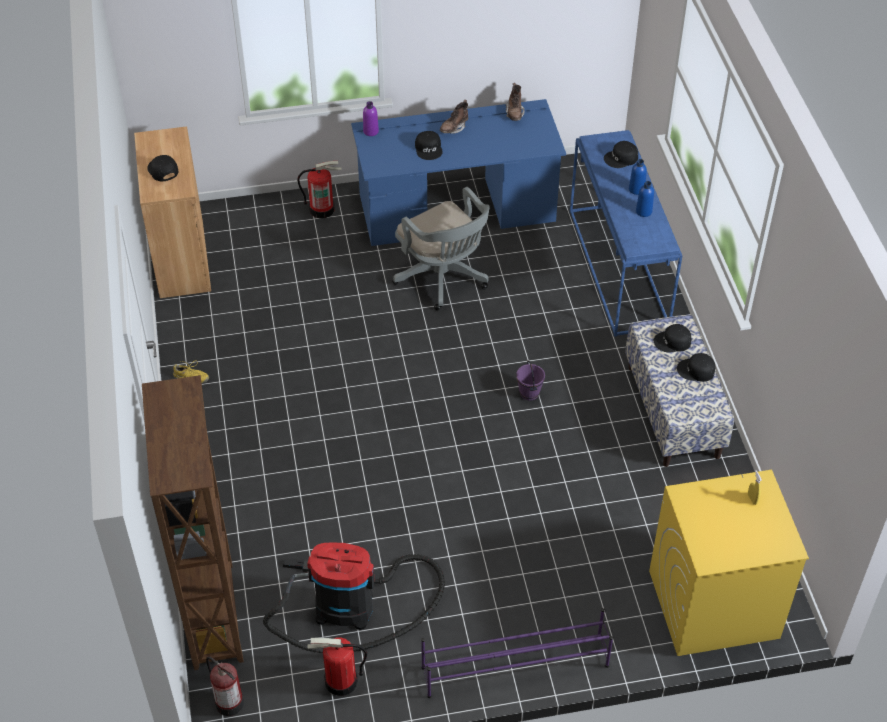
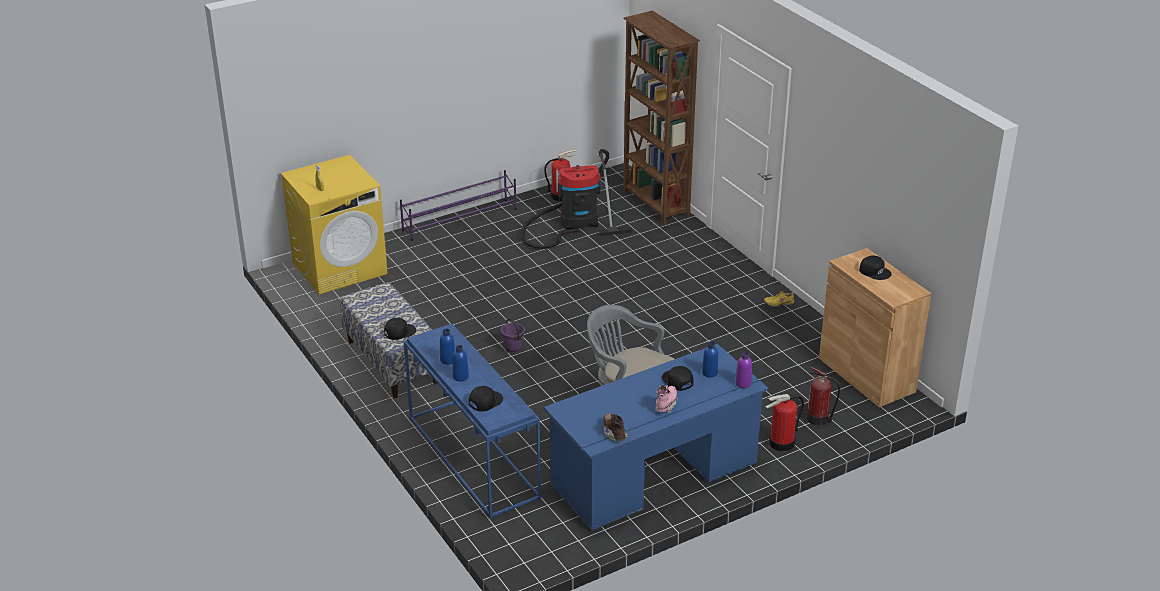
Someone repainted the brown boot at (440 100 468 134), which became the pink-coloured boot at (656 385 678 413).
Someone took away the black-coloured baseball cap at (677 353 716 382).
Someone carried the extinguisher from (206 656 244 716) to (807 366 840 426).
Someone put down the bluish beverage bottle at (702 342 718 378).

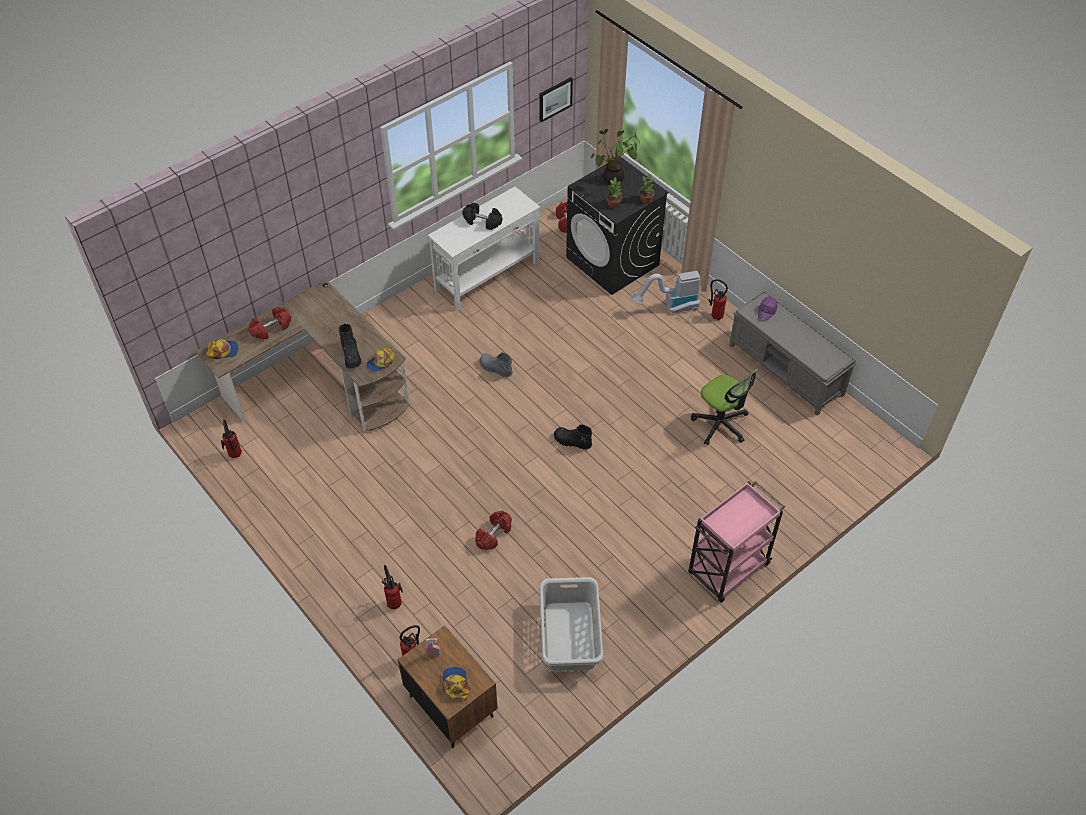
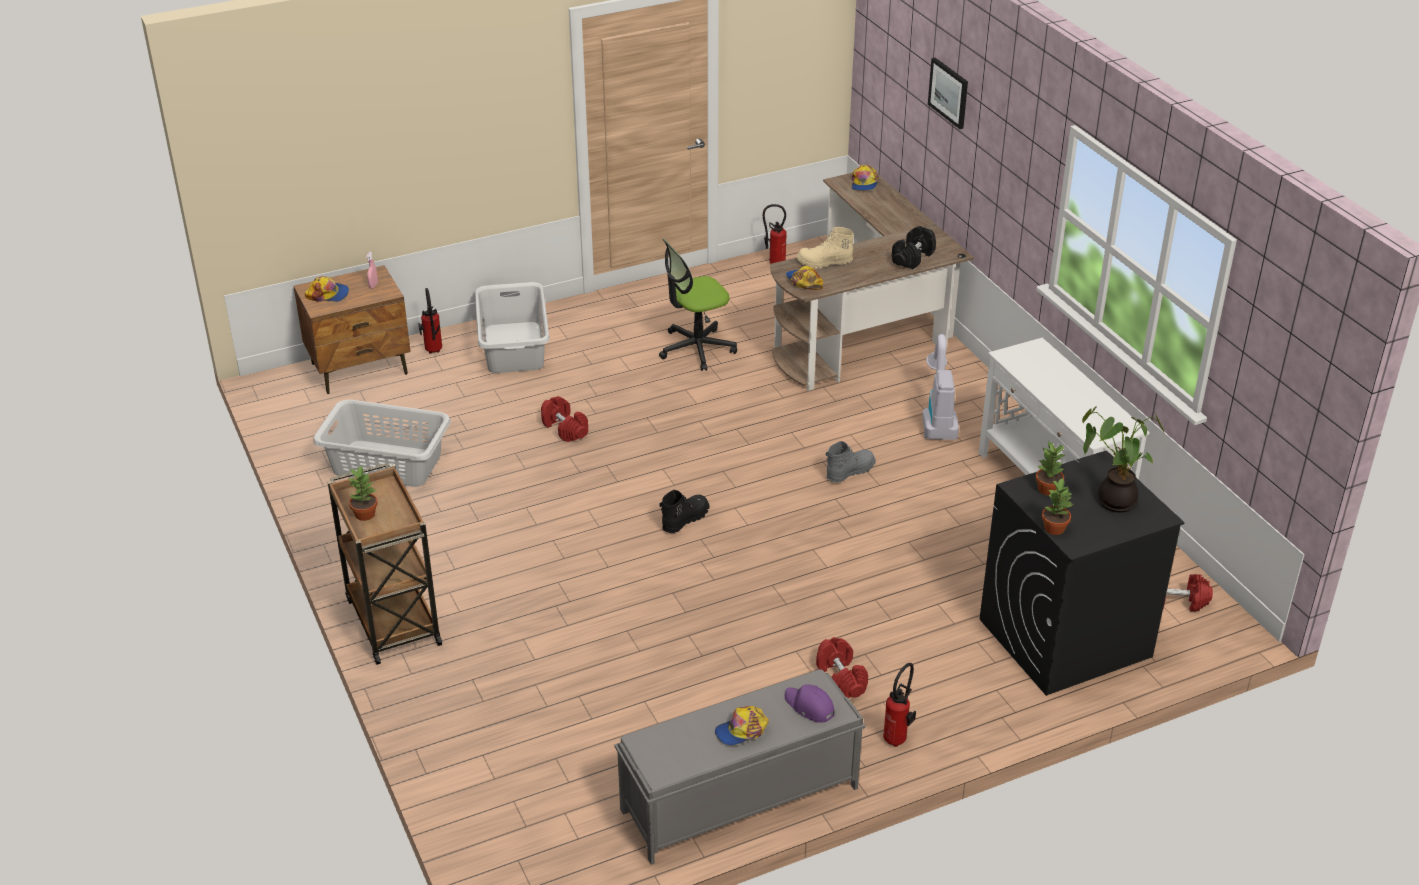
Someone carried the wall art from (539 77 573 122) to (928 58 968 129).
Someone carried the black-coloured hand weight from (462 203 503 230) to (892 226 936 269).
Someone carried the vacuum cleaner from (631 271 701 314) to (922 334 959 440).
Someone carried the red-coloured hand weight from (248 307 291 340) to (816 637 868 698).
Someone repainted the black-coloured boot at (338 324 361 368), which became the beige boot at (797 227 854 269).
Someone carried the computer chair from (691 369 758 445) to (659 238 737 371).
Someone repainted the pink-coloured trolley at (688 481 785 603), which became the brown trolley at (328 463 442 665).
Someone swapped the extinguisher at (382 565 403 609) for the greyish washing basket at (475 282 550 373).
Someone put down the potted plant at (348 466 378 521).
Someone put down the baseball cap at (715 706 769 746).

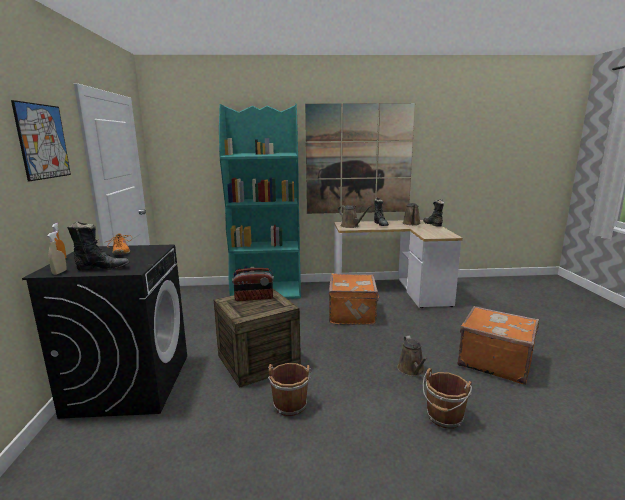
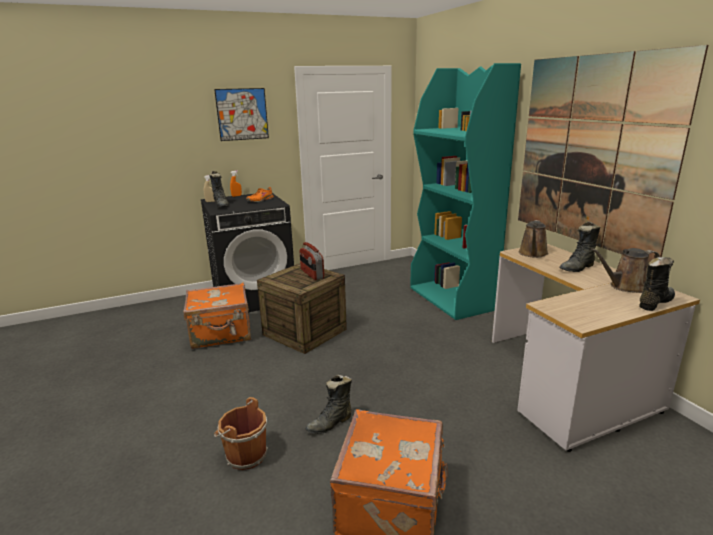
Someone carried the orangey suitcase from (329 273 379 325) to (183 282 251 349).
Someone swapped the brown sprinkling can at (397 336 428 376) for the black-coloured boot at (305 374 352 434).
Someone took away the brown water bucket at (268 363 312 416).

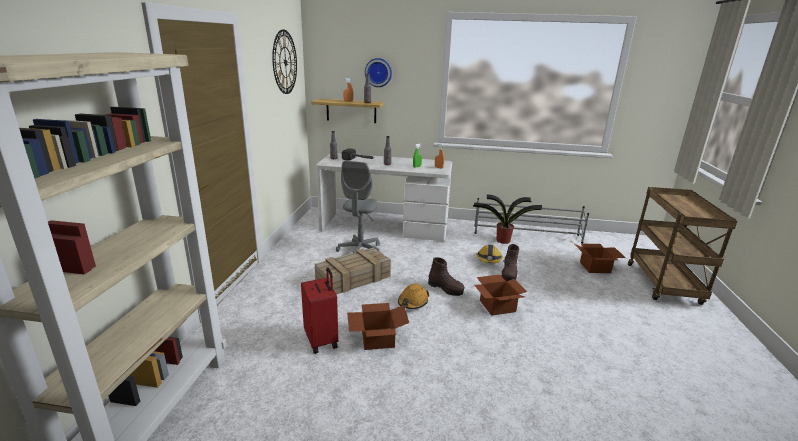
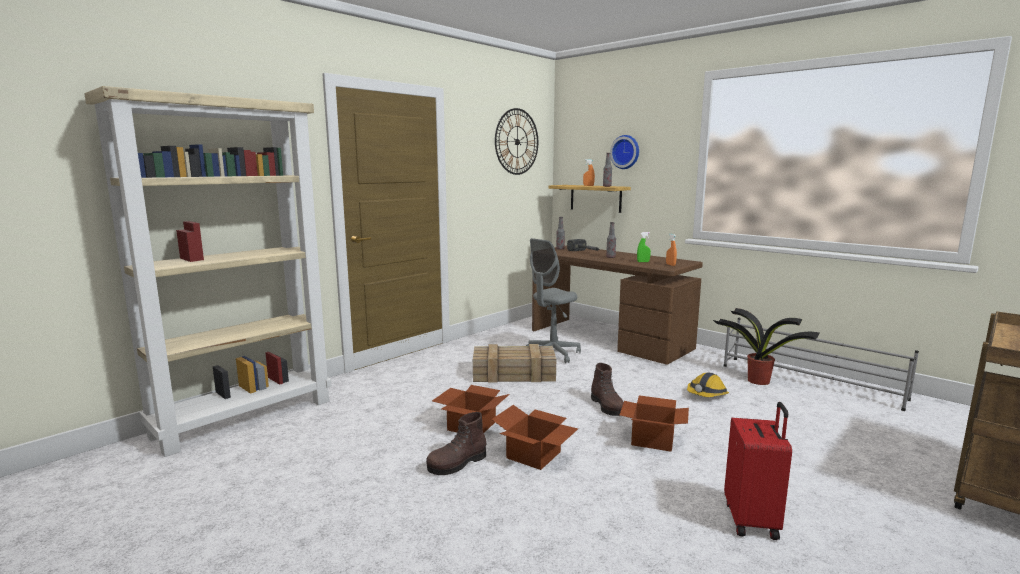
Someone repainted the white desk table at (316 153 452 241), which became the brown desk table at (532 246 703 364).
Someone carried the brown boot from (502 244 519 281) to (426 412 487 475).
Someone carried the cardboard box from (575 244 626 273) to (491 405 578 470).
Someone carried the red-coloured suitcase from (301 267 338 354) to (724 402 792 540).
Someone took away the orangey work helmet at (398 284 429 309).

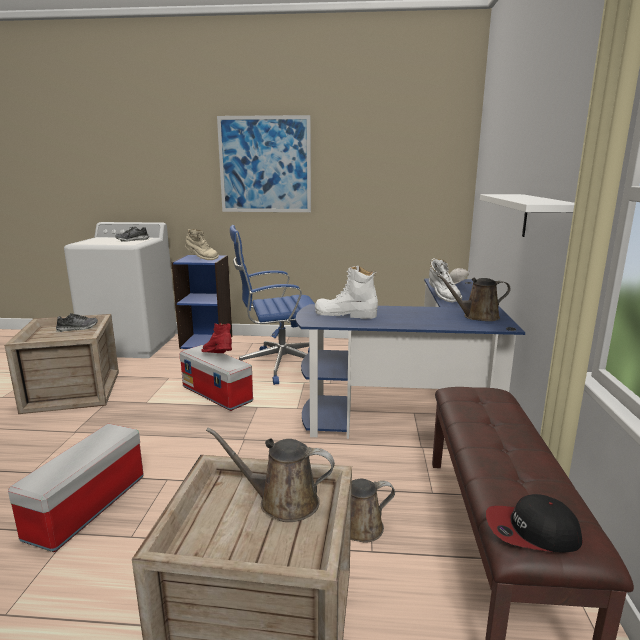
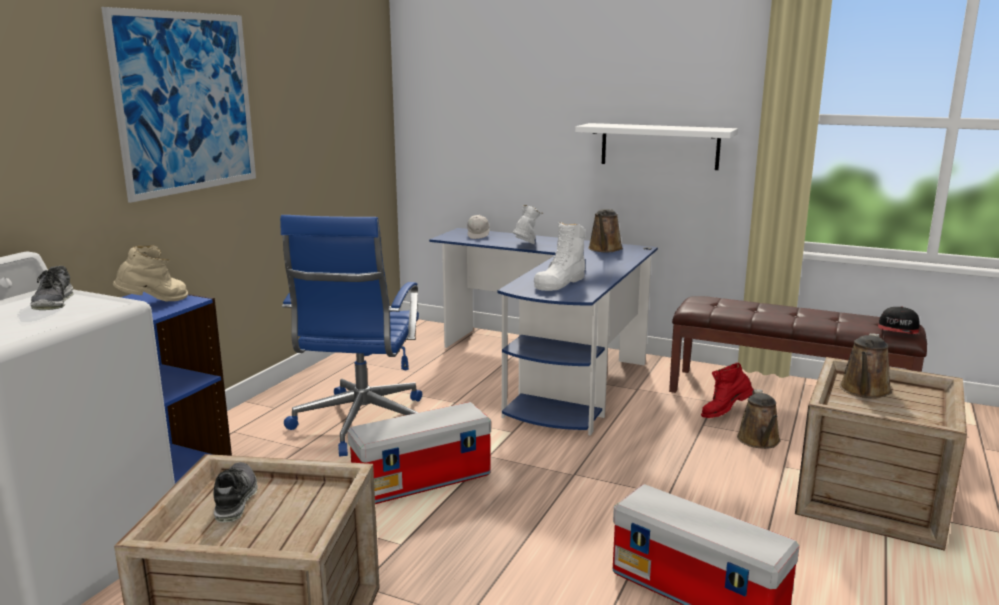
Someone rotated the white boot at (429 259 462 303) by 75 degrees counterclockwise.
Someone carried the red-coloured boot from (201 323 232 353) to (701 363 754 418).

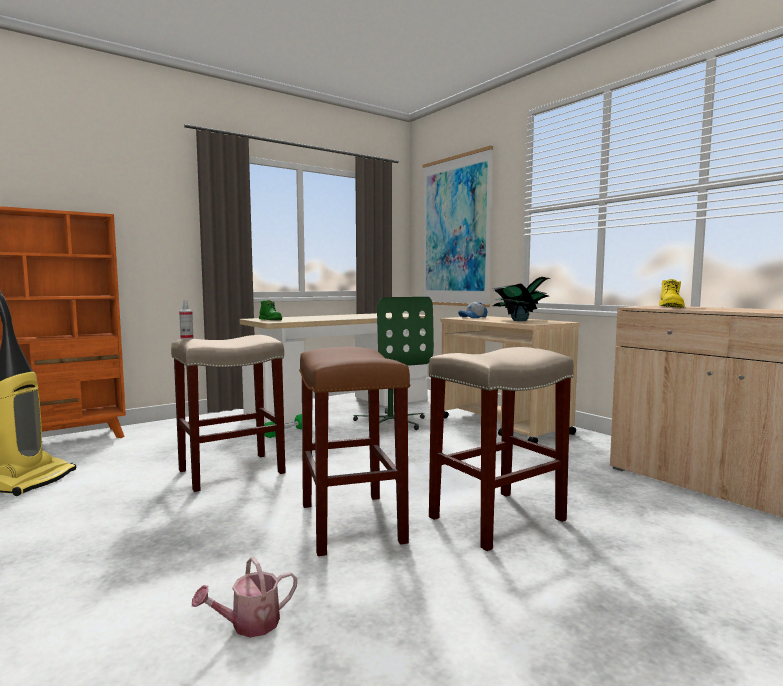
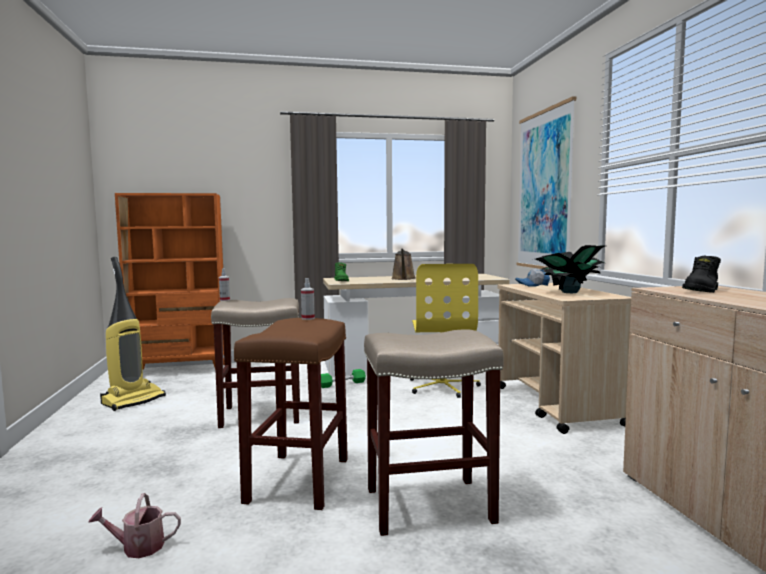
Someone repainted the yellow-coloured boot at (659 279 685 308), which became the black-coloured boot at (682 256 721 293).
Someone repainted the green computer chair at (353 297 434 430), which became the yellow-coloured computer chair at (410 264 481 398).
Someone put down the brown sprinkling can at (391 249 415 280).
Someone put down the sprayer at (301 278 315 320).

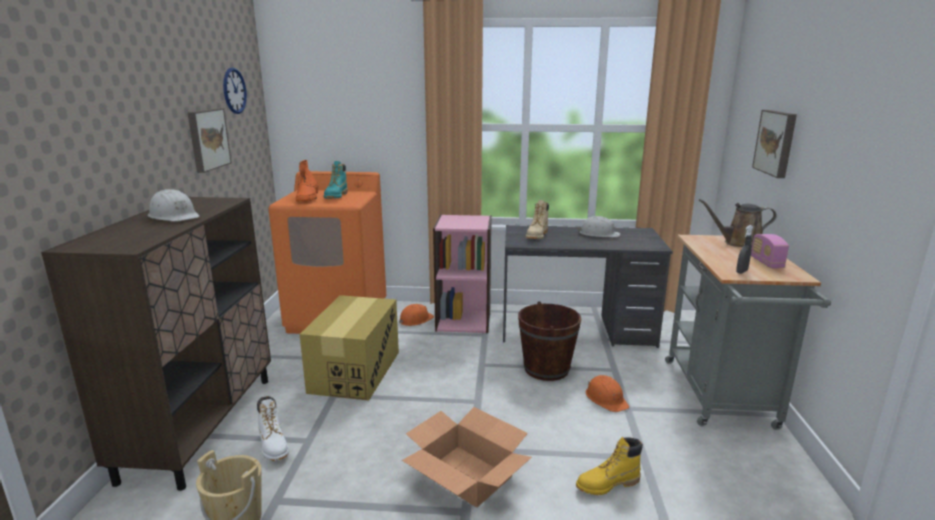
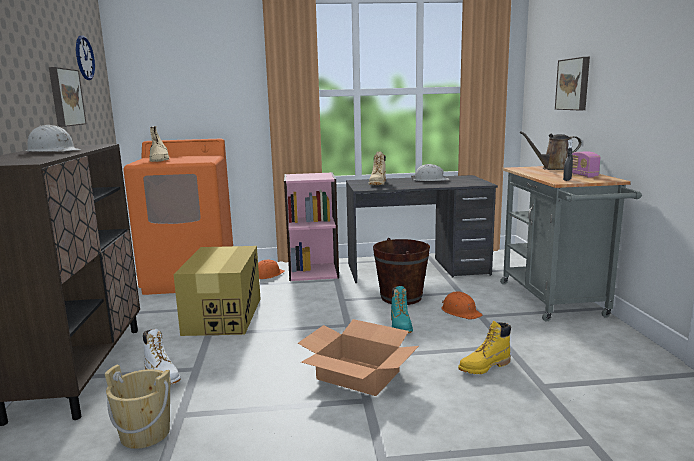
Someone repainted the orangey boot at (296 160 318 202), which became the beige boot at (149 126 170 162).
Someone carried the turquoise-coloured boot from (324 161 348 199) to (391 286 413 333).

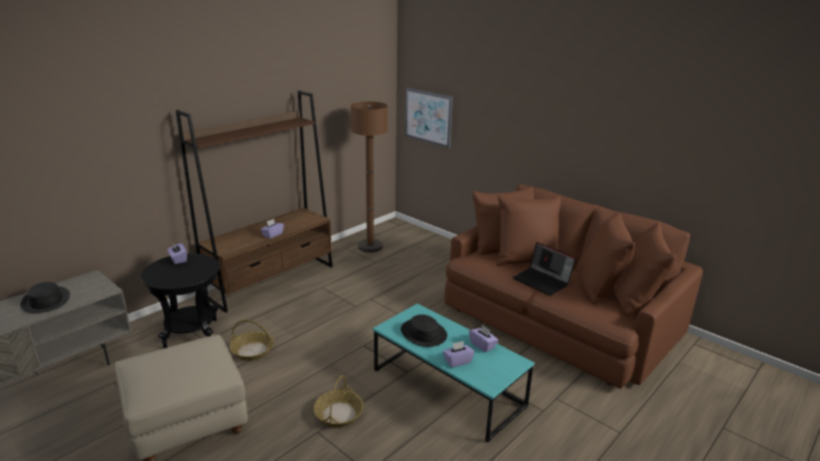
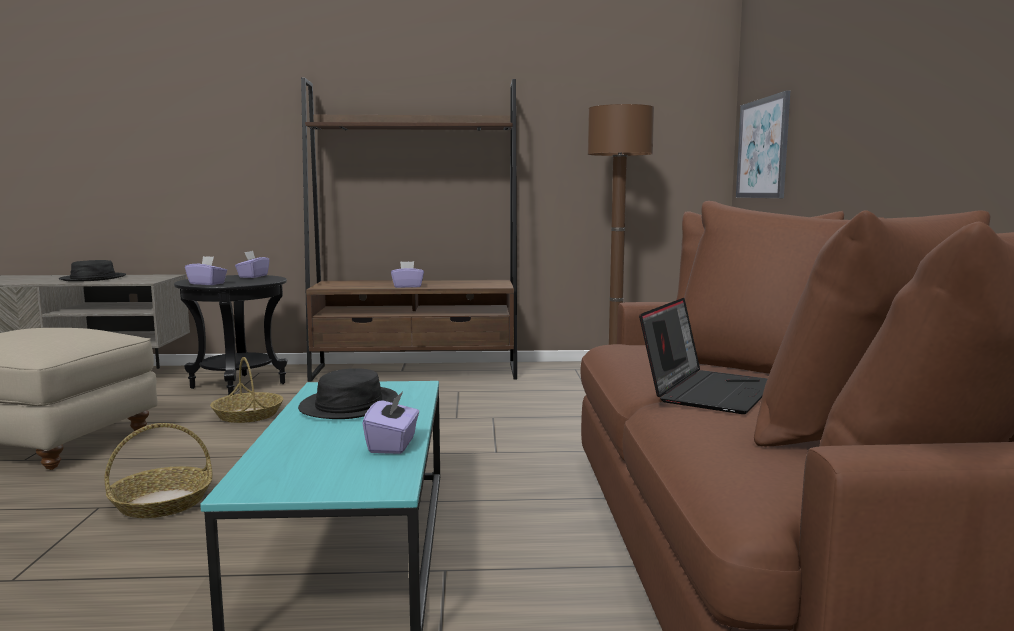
Someone rotated the notebook computer at (512 242 576 296) by 150 degrees counterclockwise.
Someone carried the purple box of tissues from (443 341 475 368) to (185 256 227 285).

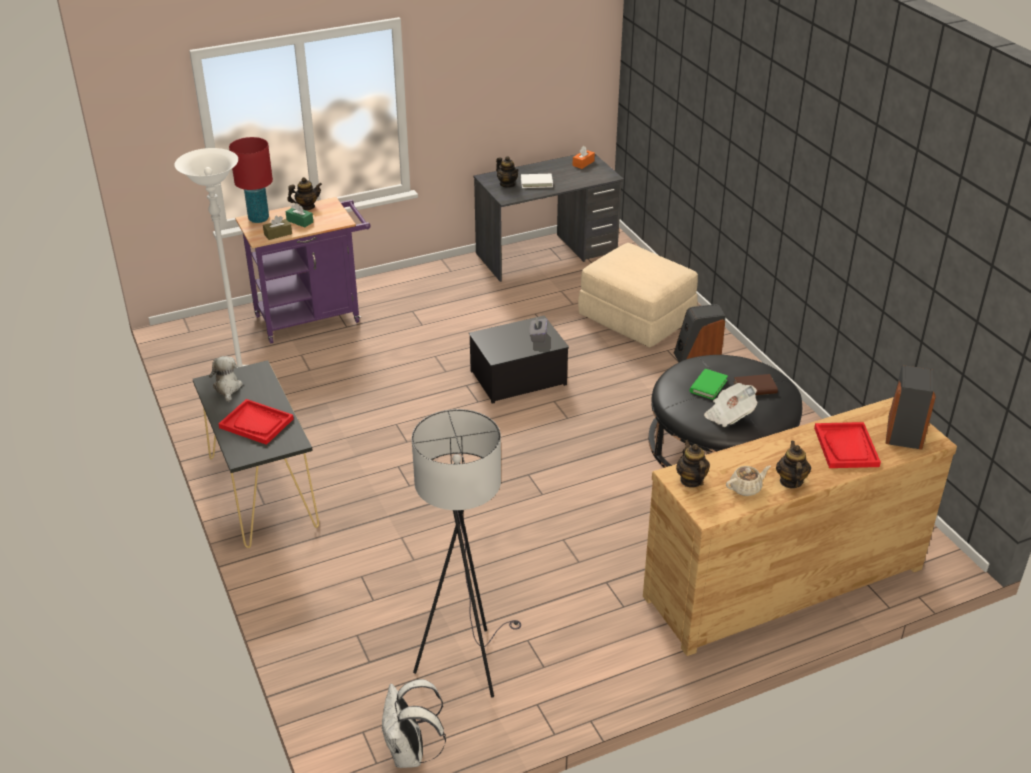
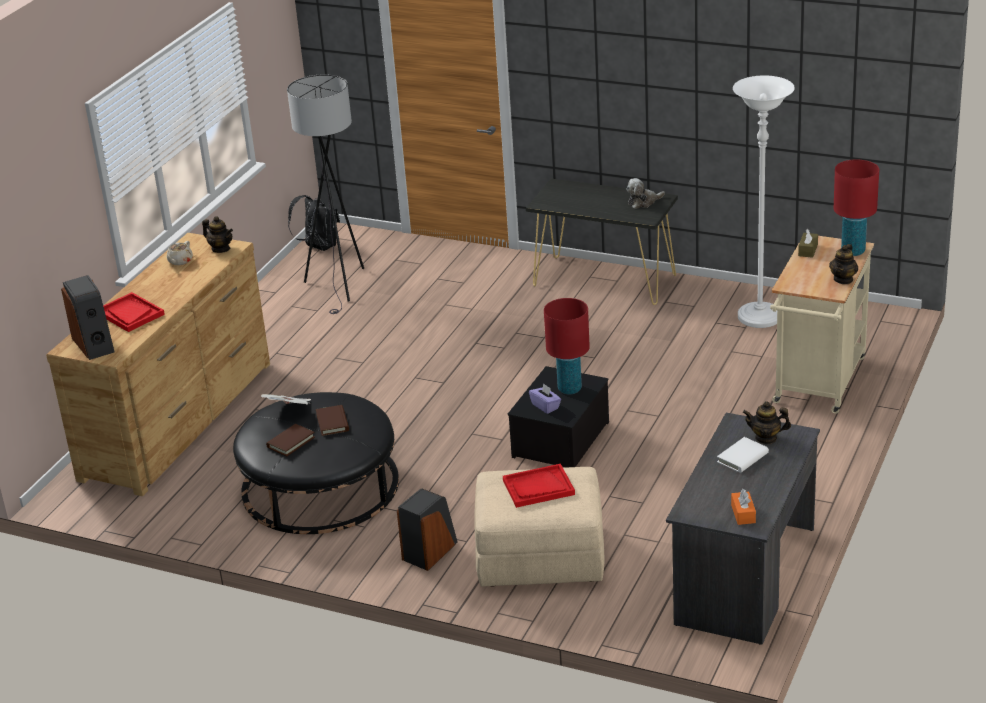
Someone repainted the purple trolley at (235 197 371 343), which became the beige trolley at (770 236 874 414).
Someone took away the green box of tissues at (286 203 313 227).
Someone repainted the greyish box of tissues at (529 317 548 343), which became the purple box of tissues at (529 384 561 414).
Someone rotated the cuddly toy at (209 356 243 402) by 120 degrees clockwise.
Someone repainted the green book at (689 369 728 400), which became the brown book at (316 405 349 436).
Someone carried the red-coloured carrying tray from (219 399 294 445) to (503 464 575 508).
Someone took away the tea pot at (776 441 811 488).
Someone repainted the white knapsack at (381 679 446 768), which became the black-coloured knapsack at (288 195 340 251).
Someone put down the red-coloured lamp for a table at (544 298 590 394).

